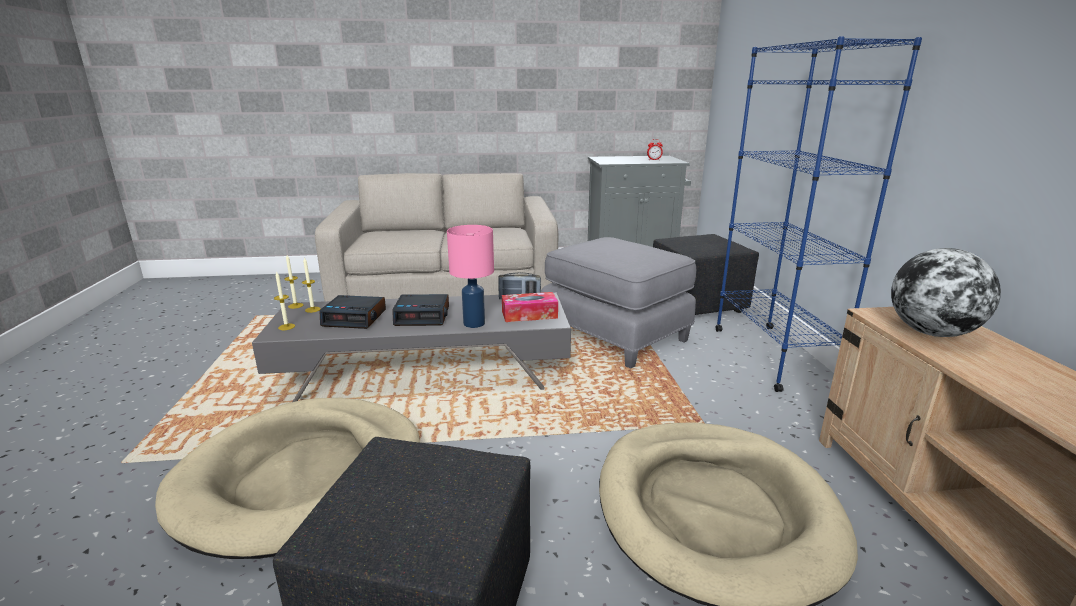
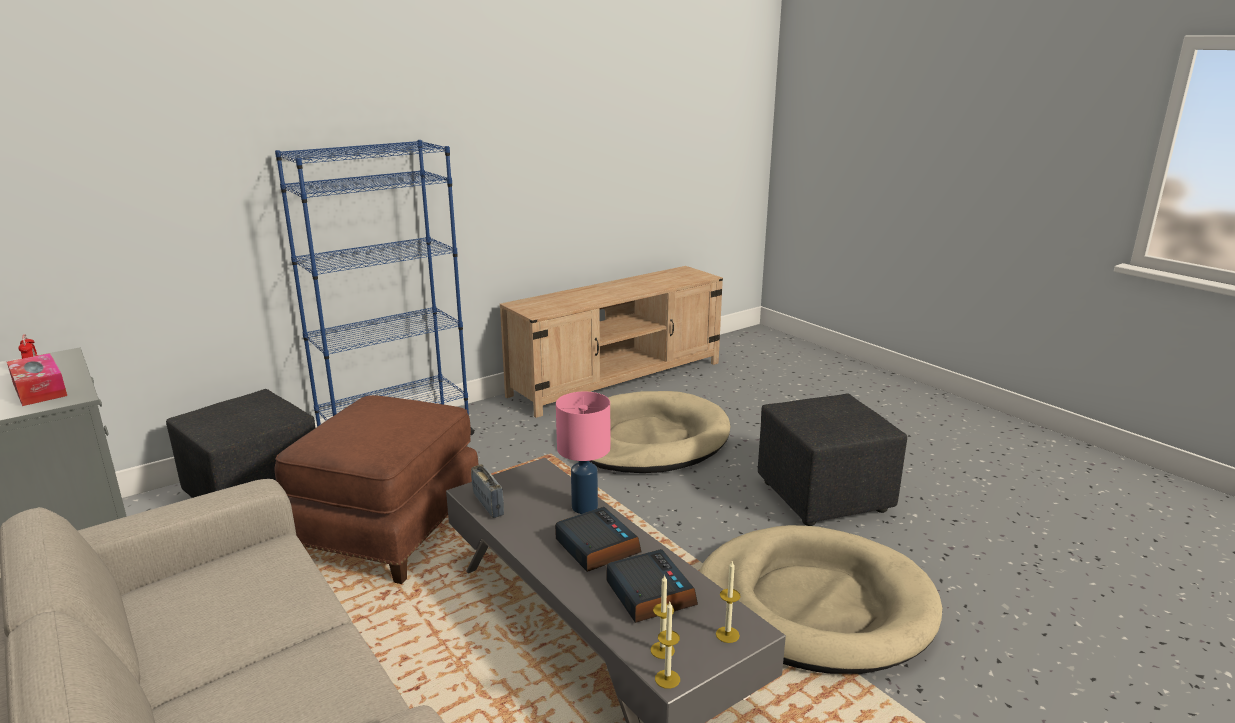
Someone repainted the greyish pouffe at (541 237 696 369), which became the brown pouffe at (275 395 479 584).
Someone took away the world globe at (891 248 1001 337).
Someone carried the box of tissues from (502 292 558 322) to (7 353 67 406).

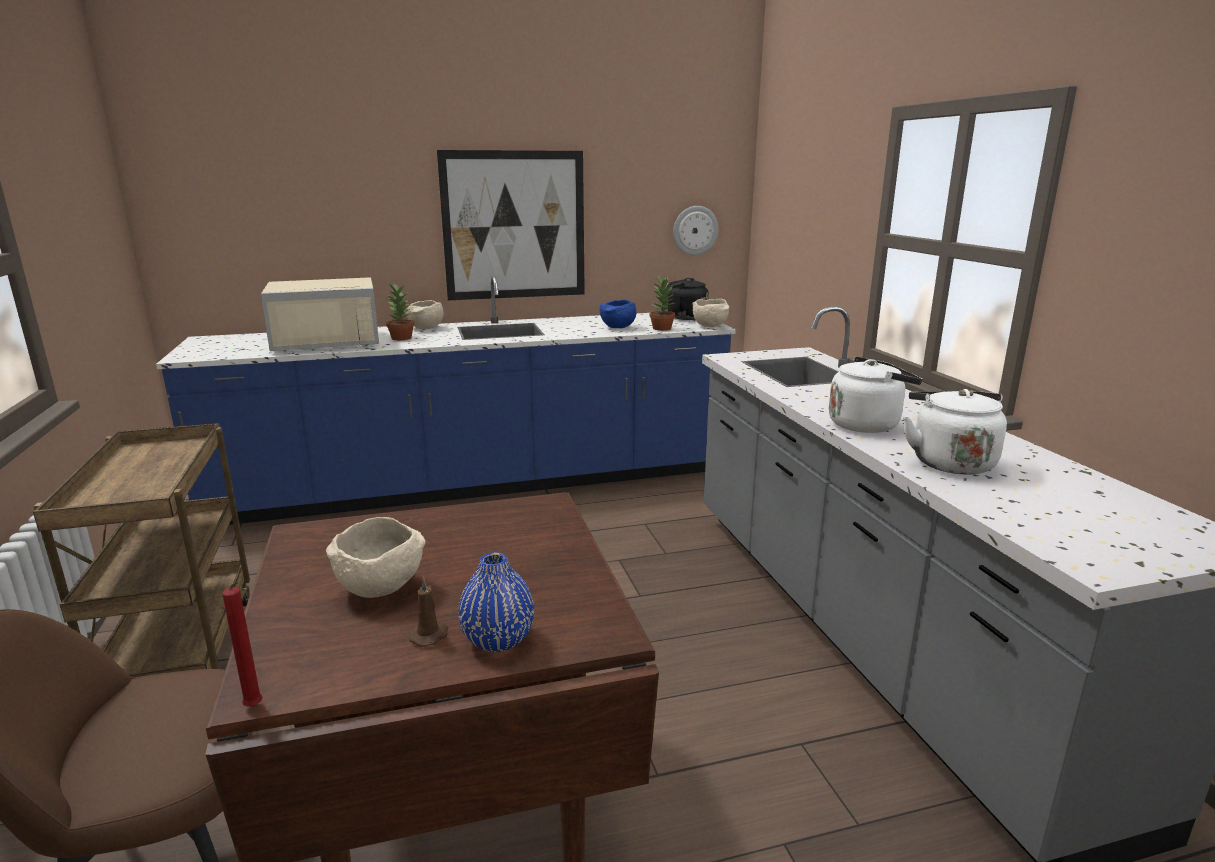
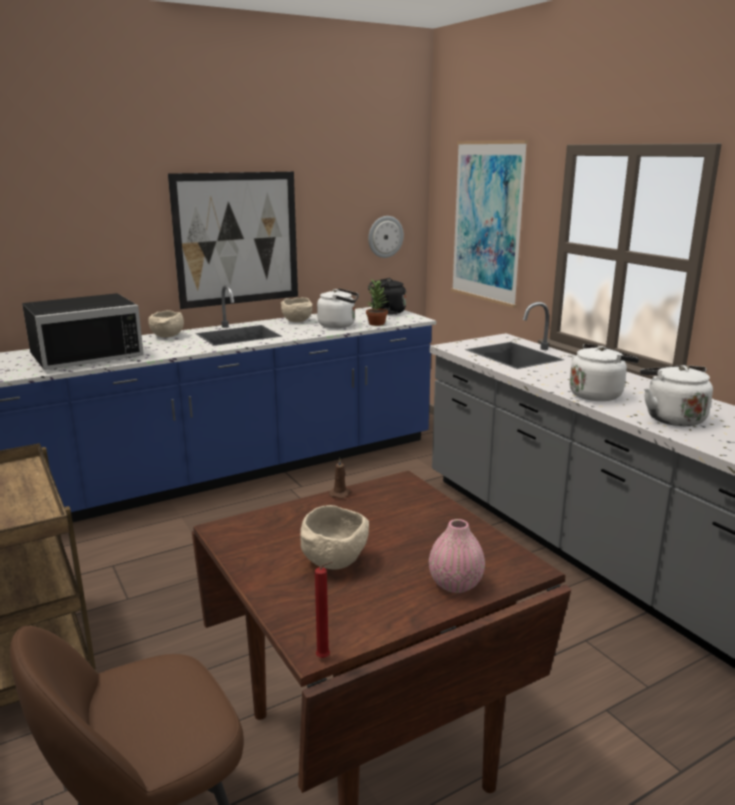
Someone repainted the beige microwave at (261 277 379 352), which became the black-coloured microwave at (22 293 144 370).
Someone took away the potted plant at (386 284 414 340).
Someone carried the beige serving bowl from (692 299 729 327) to (281 297 313 322).
Someone swapped the bluish serving bowl at (599 300 636 328) for the white water kettle at (317 288 359 328).
Someone repainted the bluish decorative vase at (458 552 534 652), which became the pink-coloured decorative vase at (429 519 485 593).
Someone carried the brown wax candle from (409 577 449 647) to (329 457 351 499).
Someone put up the wall art at (451 140 528 308).

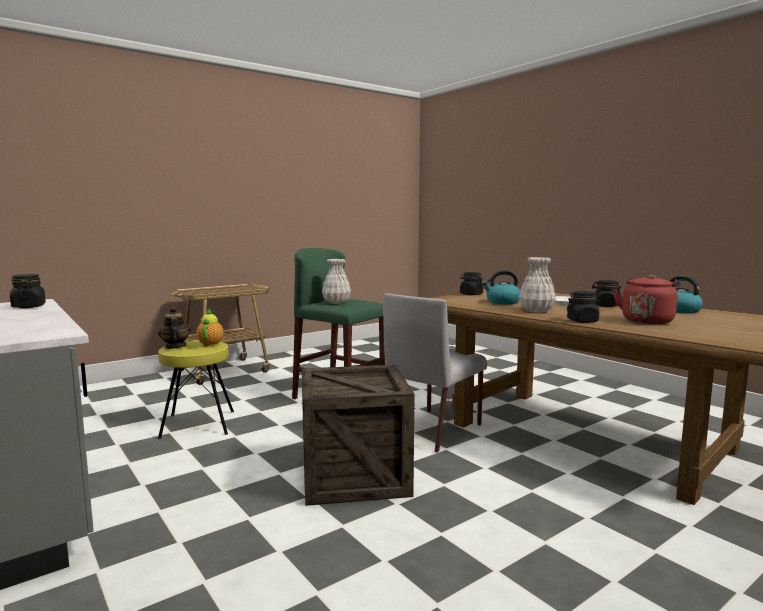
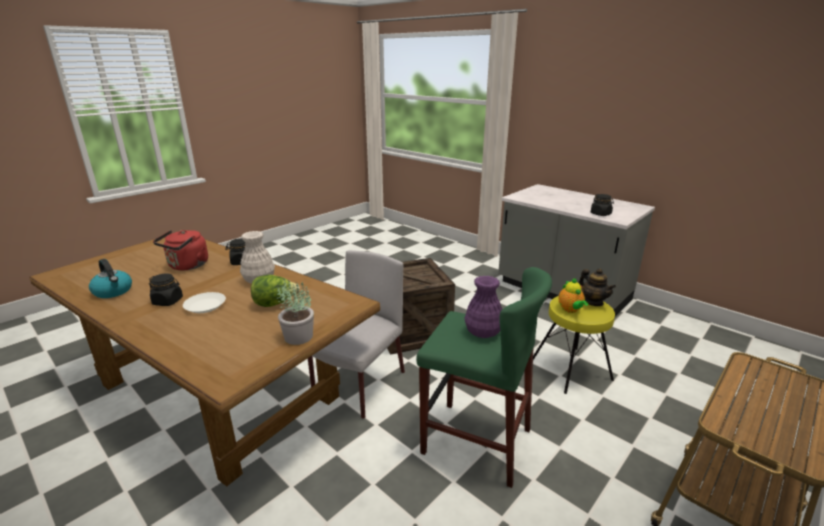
Someone repainted the white decorative vase at (322 259 351 304), which became the purple decorative vase at (464 276 502 338).
Someone swapped the water kettle at (482 270 520 304) for the head of lettuce at (251 275 300 307).
Someone swapped the black-coloured jar at (460 272 483 295) for the potted plant at (277 279 314 345).

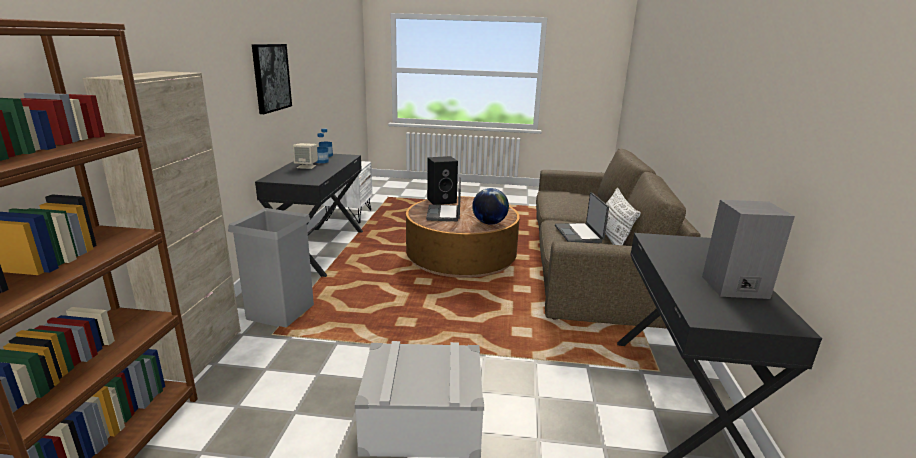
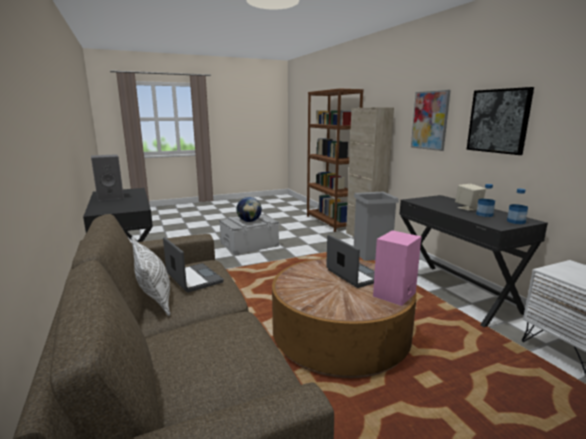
Someone repainted the black-coloured audio speaker at (427 156 458 205), which became the pink-coloured audio speaker at (373 230 422 306).
Someone carried the world globe from (472 188 509 225) to (236 197 262 222).
Someone put up the wall art at (411 90 451 151).

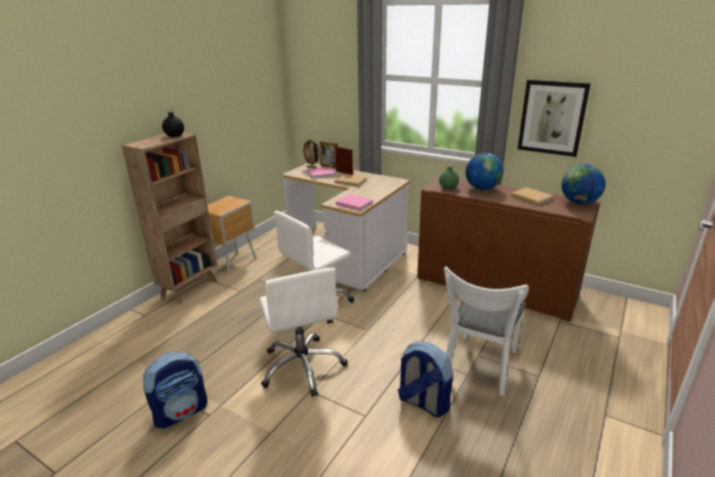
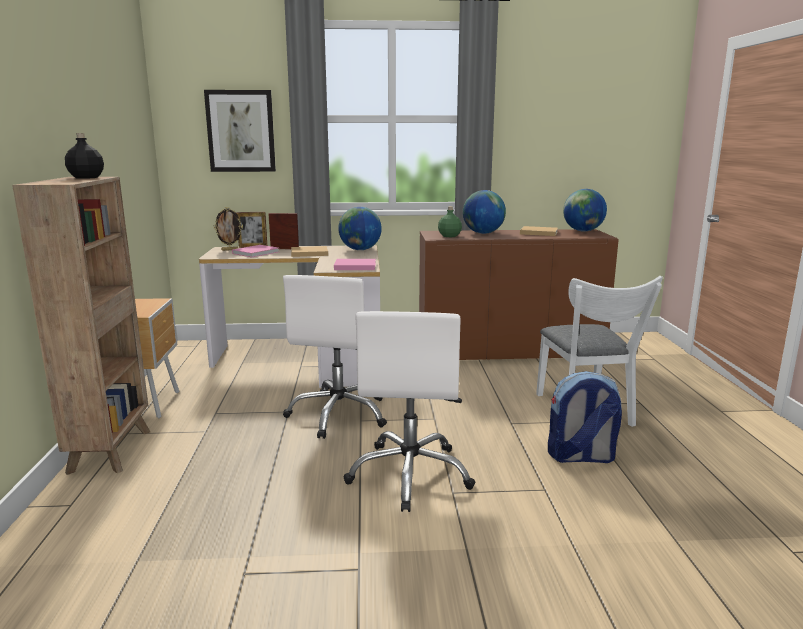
Someone carried the wall art from (518 80 591 157) to (204 90 276 172).
Someone rotated the white computer chair at (259 268 348 397) by 60 degrees clockwise.
Someone took away the knapsack at (143 351 208 429).
Someone put down the world globe at (338 207 382 250).

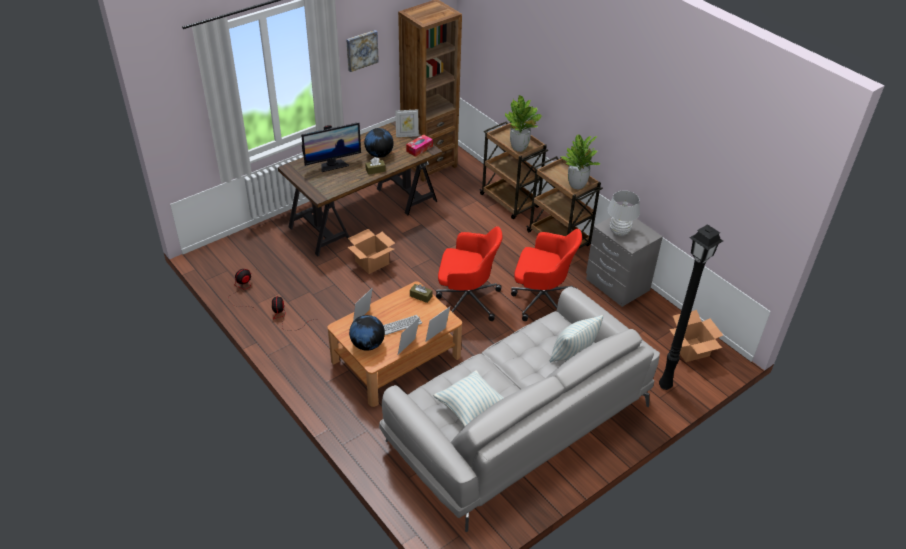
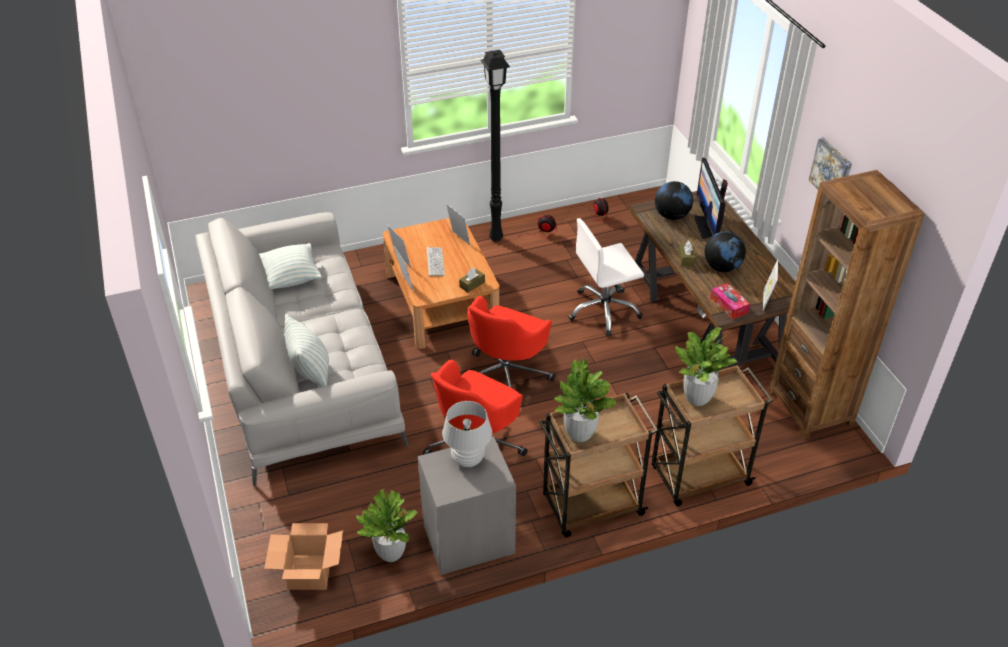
Someone carried the black-coloured standing lamp from (659 224 723 390) to (480 50 510 242).
Someone swapped the cardboard box at (348 229 395 274) for the white computer chair at (568 218 644 336).
Someone carried the world globe from (349 315 385 351) to (655 181 693 220).
Someone put down the potted plant at (356 489 418 562).

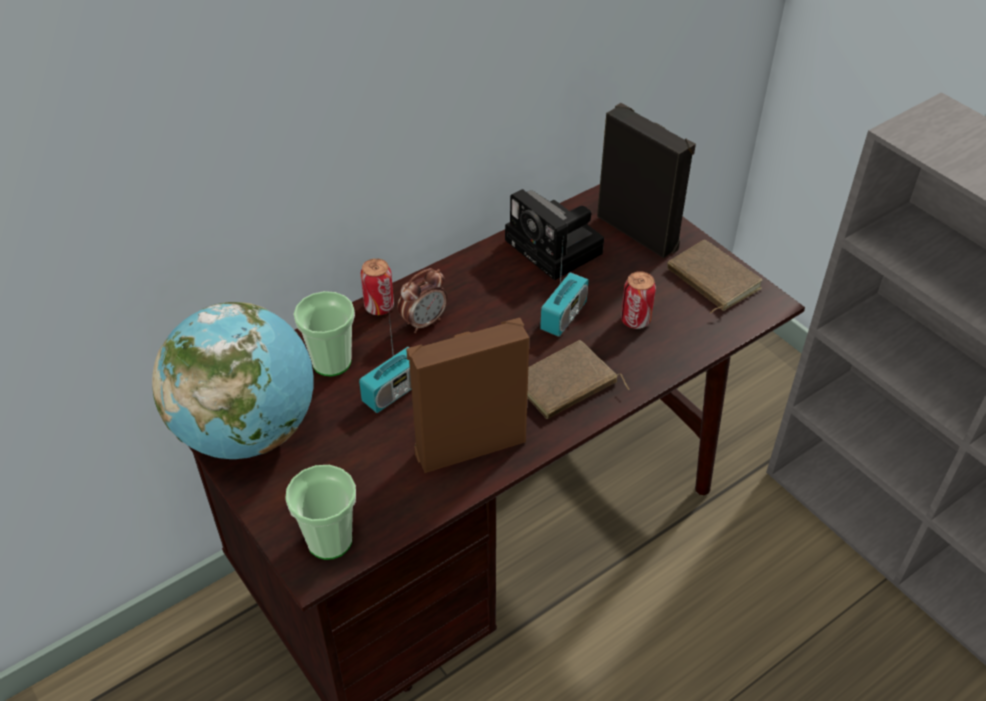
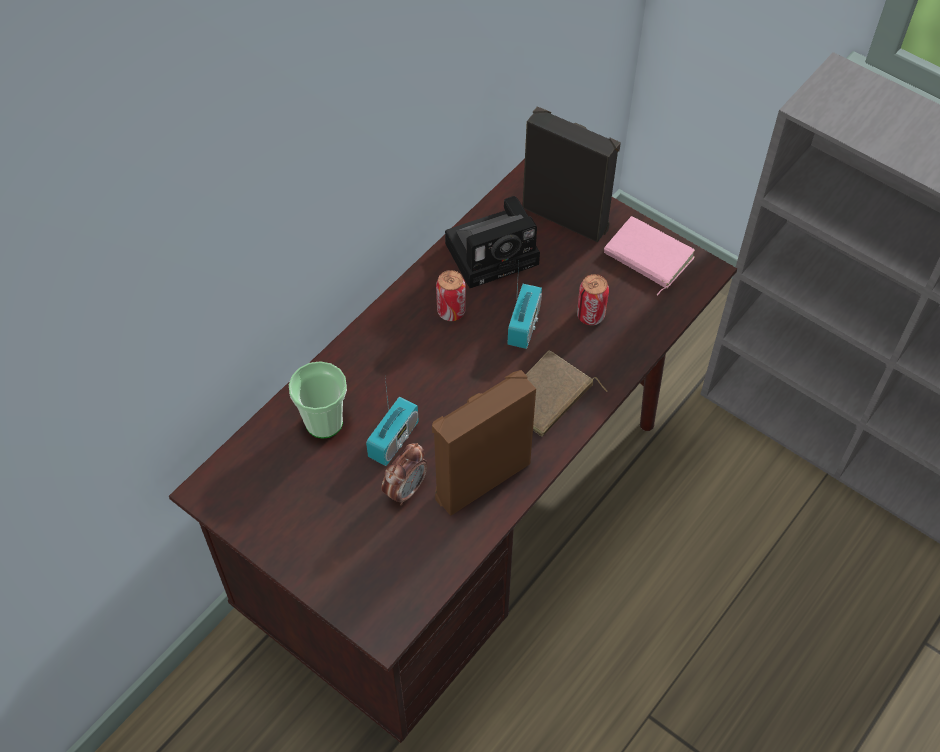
Someone rotated the still camera at (505 189 604 281) by 60 degrees counterclockwise.
Someone repainted the brown book at (667 240 762 314), which became the pink-coloured book at (604 216 695 296).
Someone carried the can from (360 258 394 315) to (436 270 466 321).
Someone carried the table clock from (398 268 447 333) to (382 443 427 505).
Someone took away the world globe at (152 302 313 459).
Someone took away the cup at (285 465 356 560).

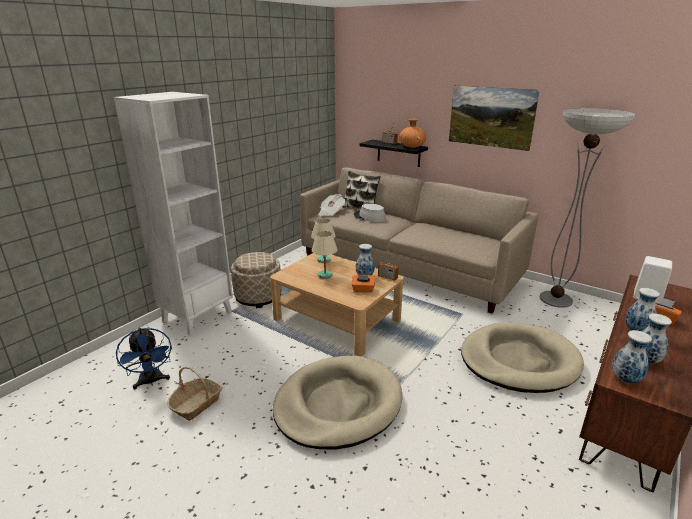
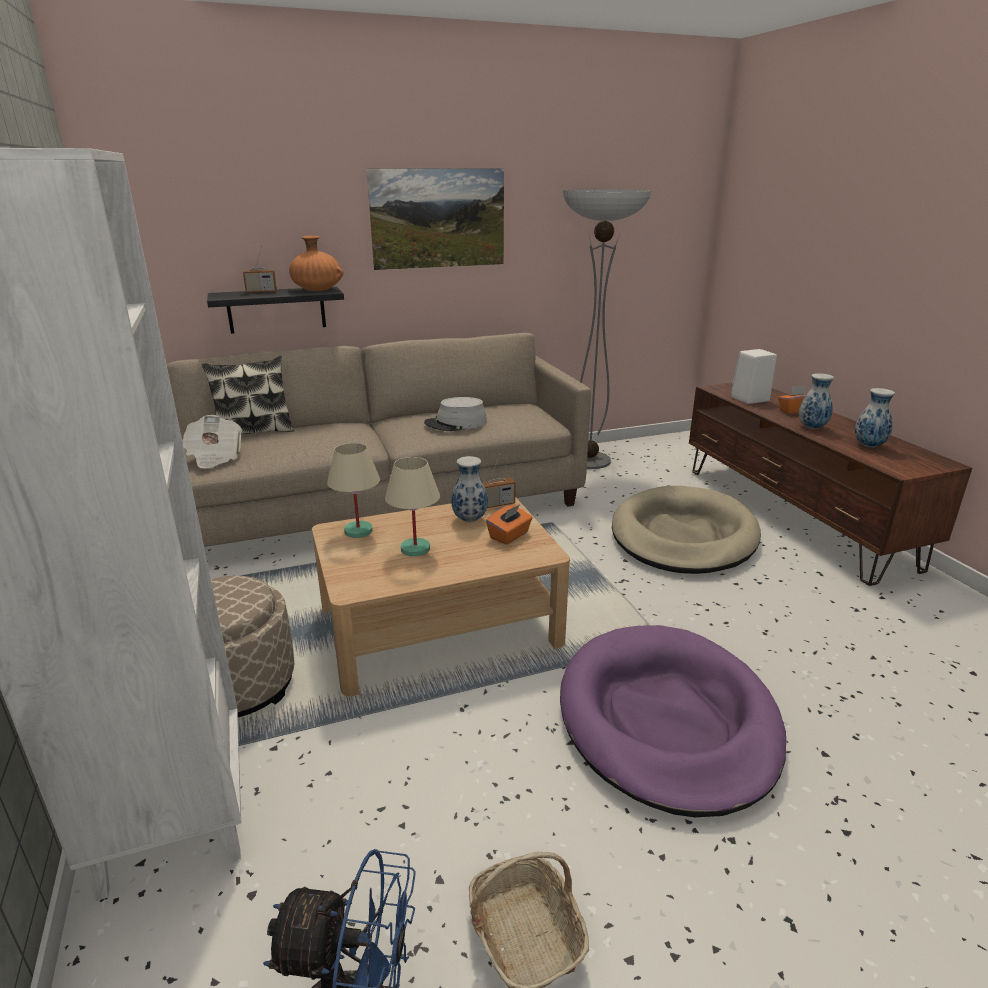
Someone carried the greyish wearable hat from (354 203 386 222) to (424 397 487 431).
Someone took away the decorative vase at (612 330 652 383).
Someone repainted the beige dog cushion at (273 356 402 450), which became the purple dog cushion at (560 625 786 817).

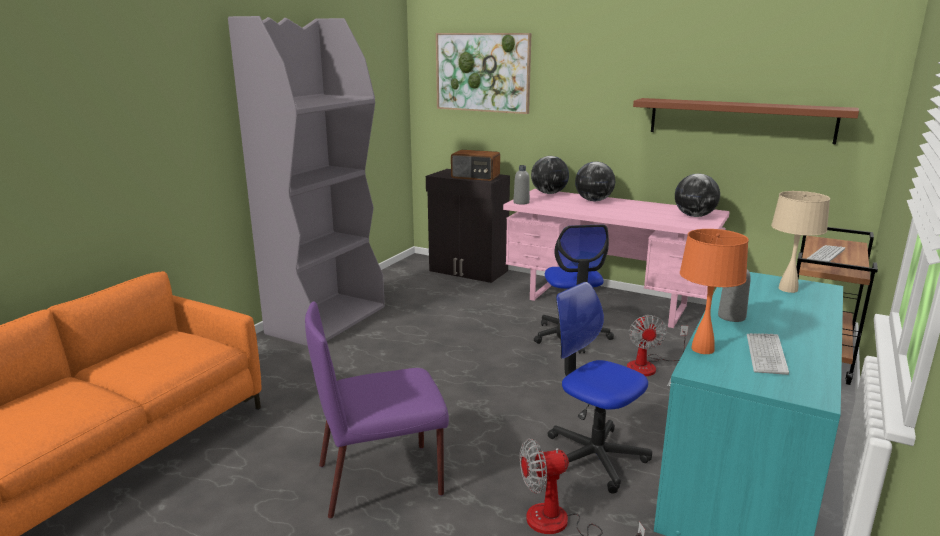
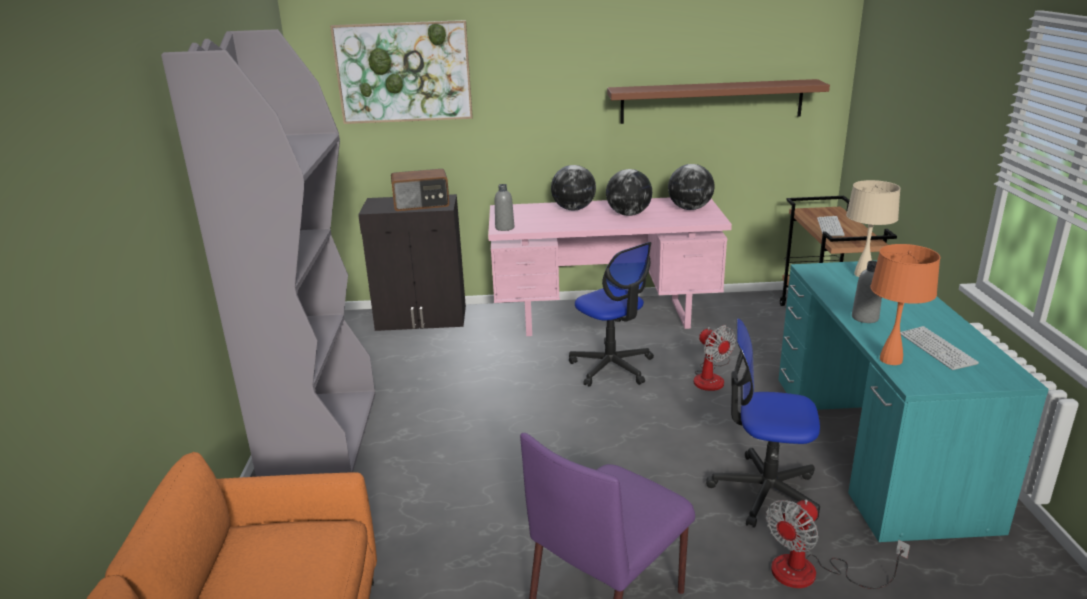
Someone carried the world globe from (531 156 569 194) to (606 169 652 216).

